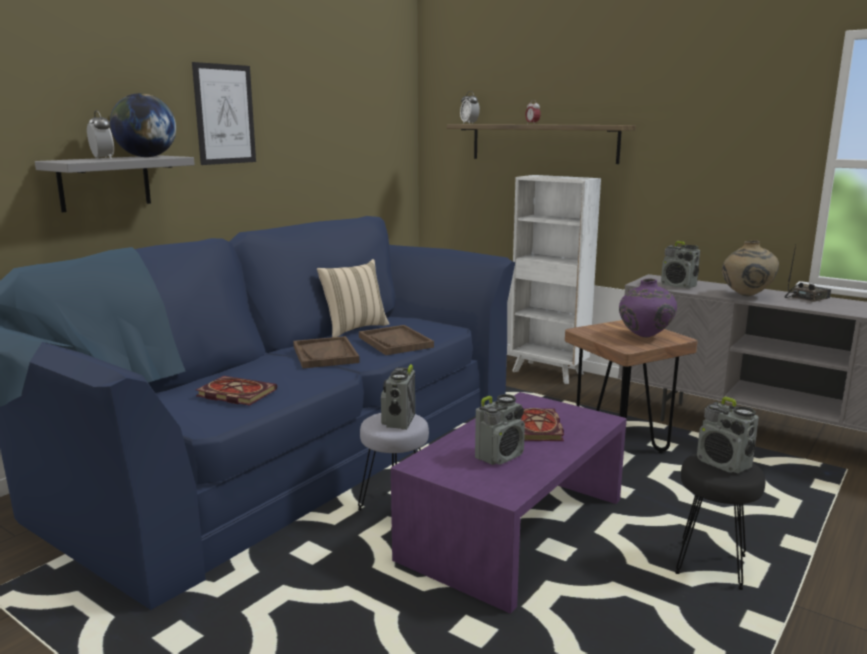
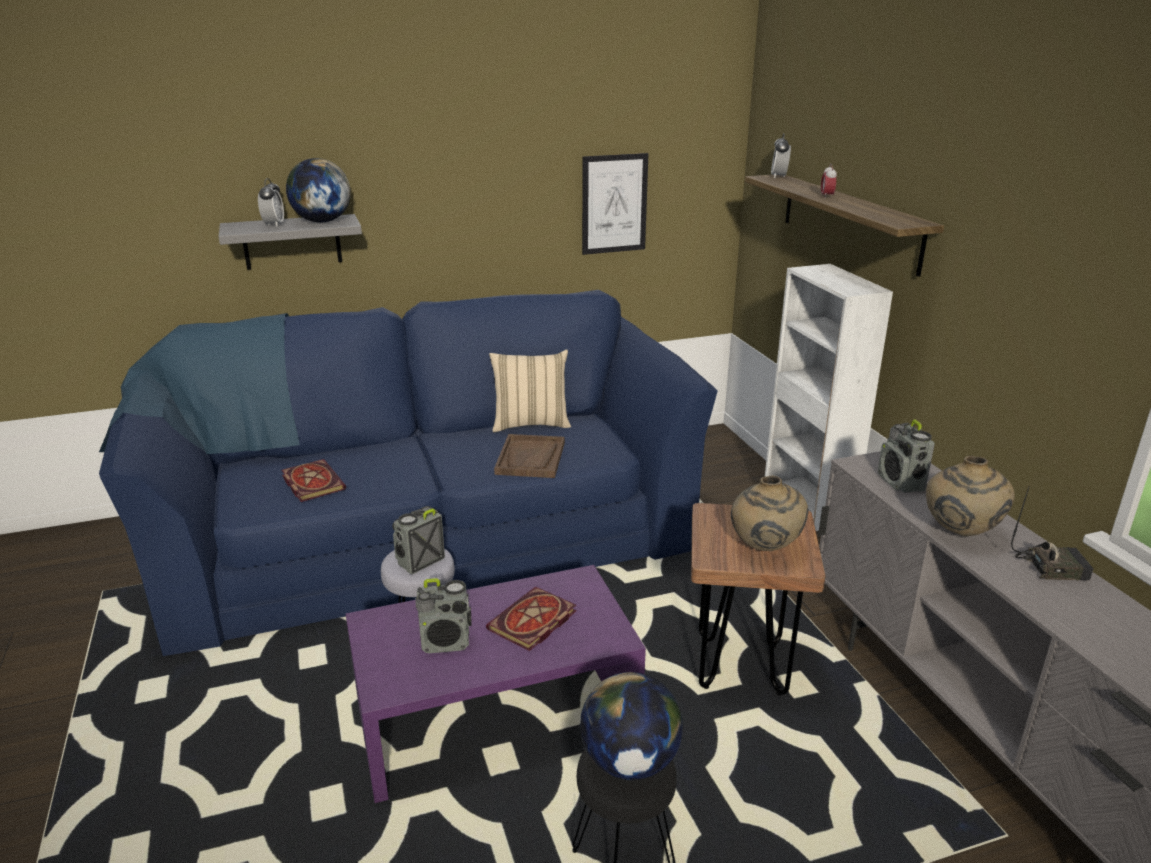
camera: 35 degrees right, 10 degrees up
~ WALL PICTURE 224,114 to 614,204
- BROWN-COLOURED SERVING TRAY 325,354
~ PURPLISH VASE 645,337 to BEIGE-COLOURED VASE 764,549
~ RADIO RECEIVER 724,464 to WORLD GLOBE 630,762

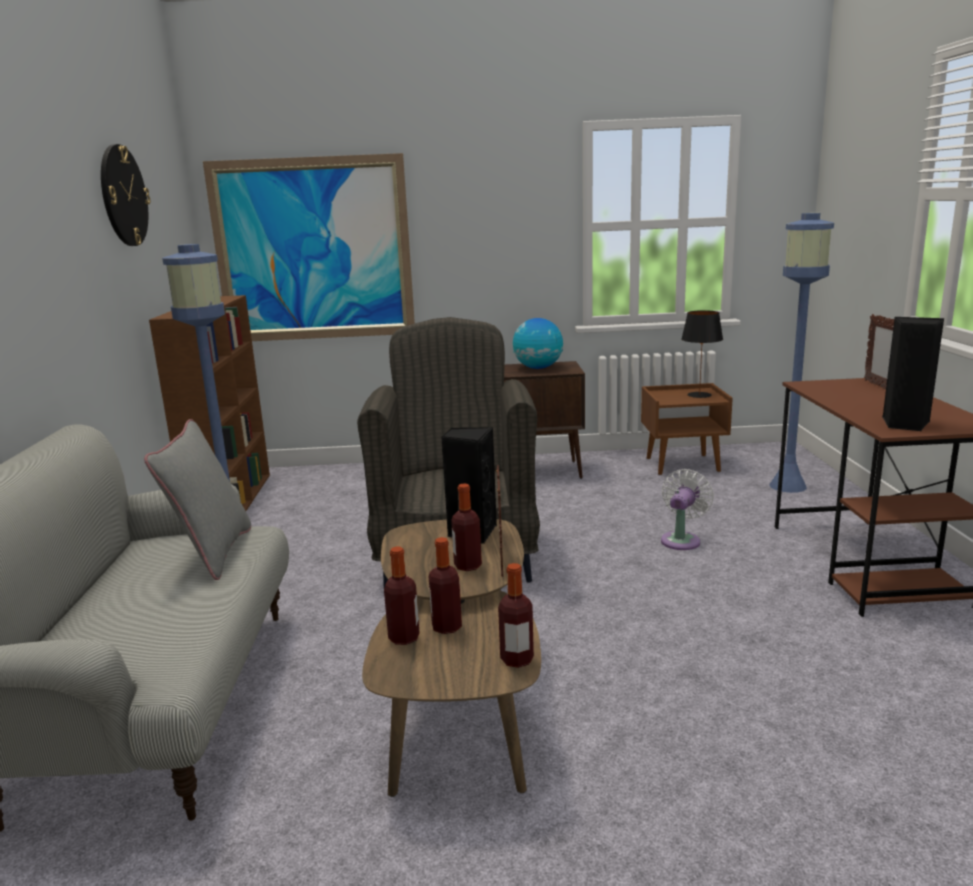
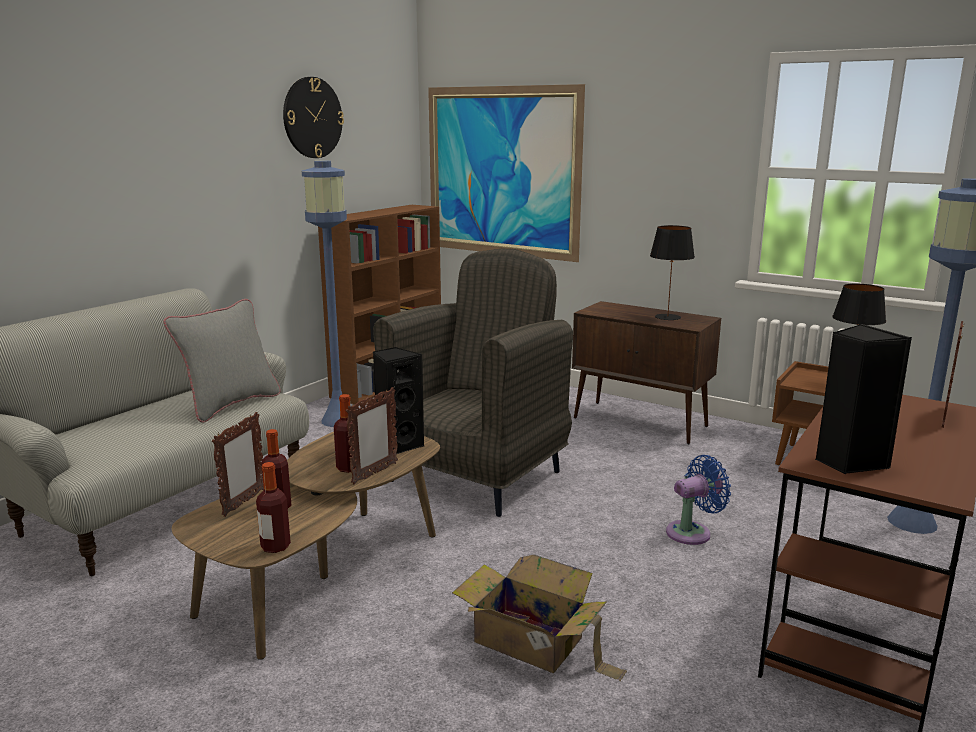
camera: 35 degrees right, 0 degrees up
~ BEVERAGE BOTTLE 404,638 to STANDING FRAME 244,503
~ WORLD GLOBE 538,368 to BLACK TABLE LAMP 667,317
~ WHITE-COLOURED FAN 682,540 to BLUE-COLOURED FAN 692,532
+ PACKING BOX 532,643

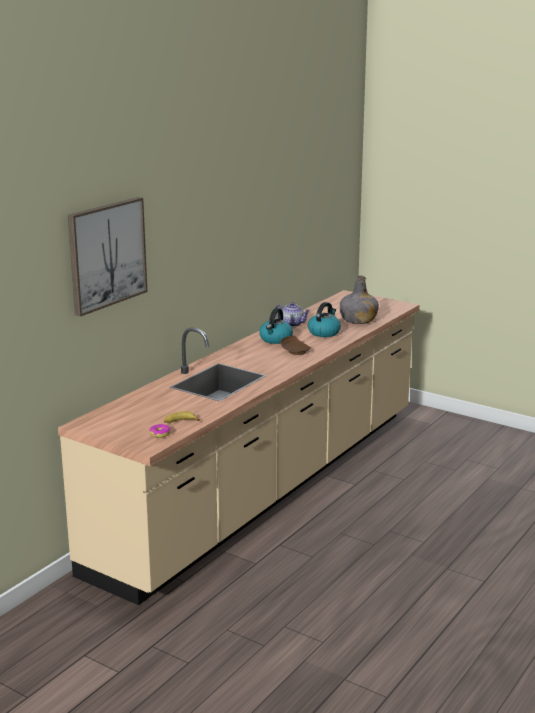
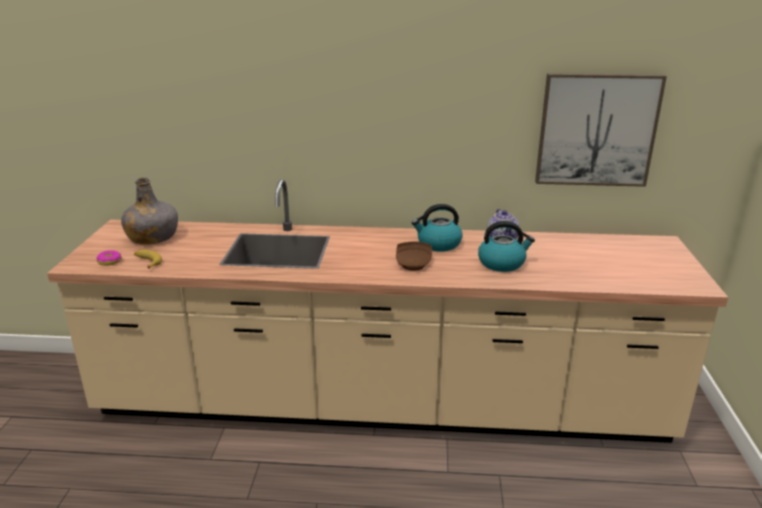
camera: 60 degrees right, 5 degrees up
~ WALL PICTURE 106,254 to 596,130
~ GRAY BEVERAGE BOTTLE 358,320 to 152,237

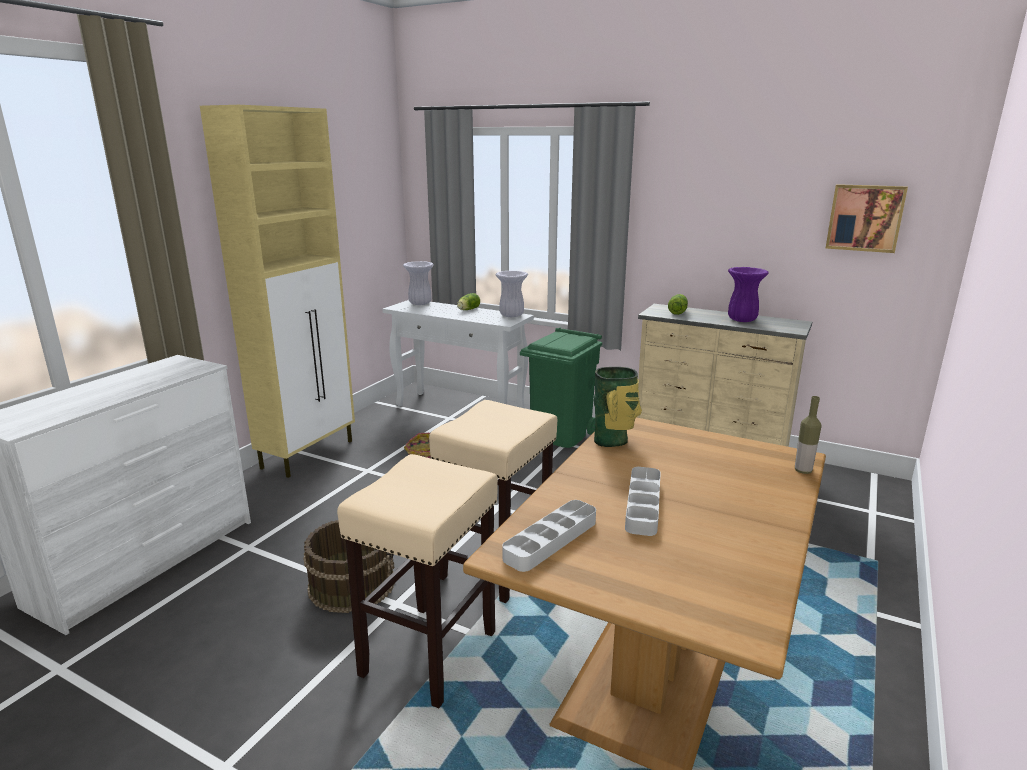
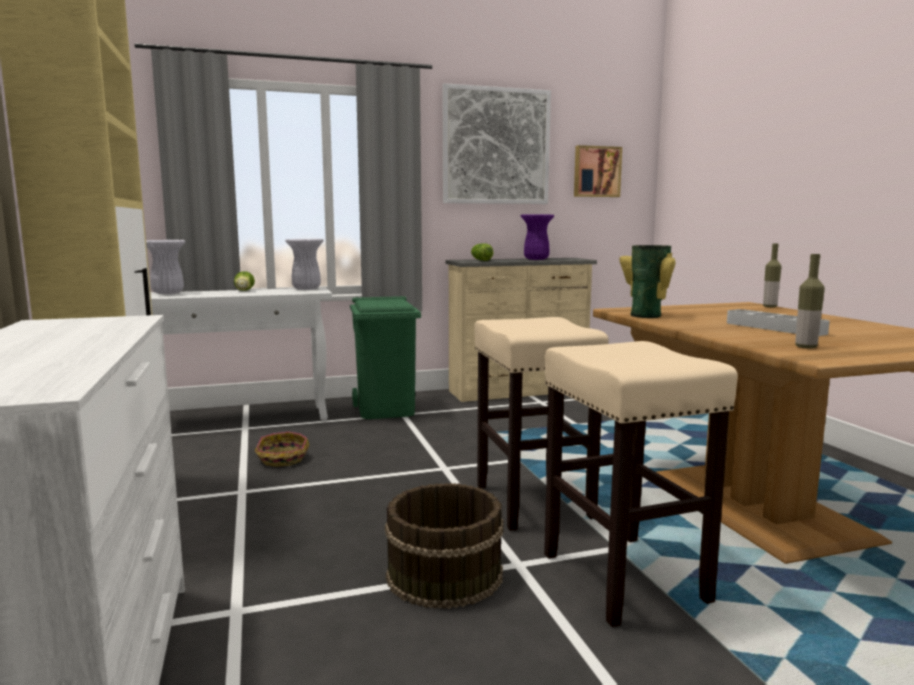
camera: 45 degrees left, 10 degrees down
~ GRAY SERVING TRAY 551,540 to BEVERAGE BOTTLE 806,347
+ WALL PICTURE 496,146

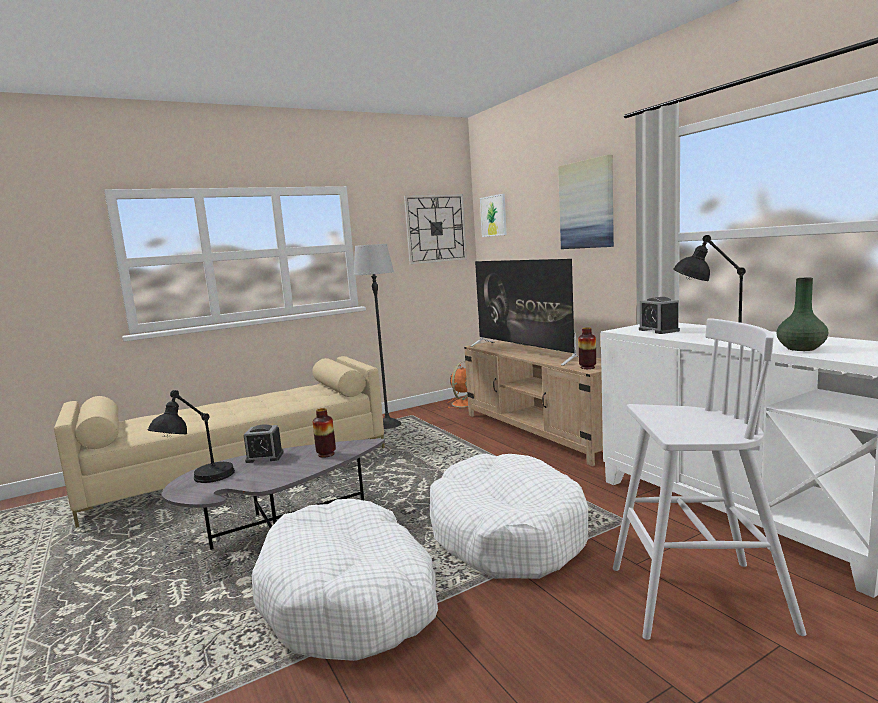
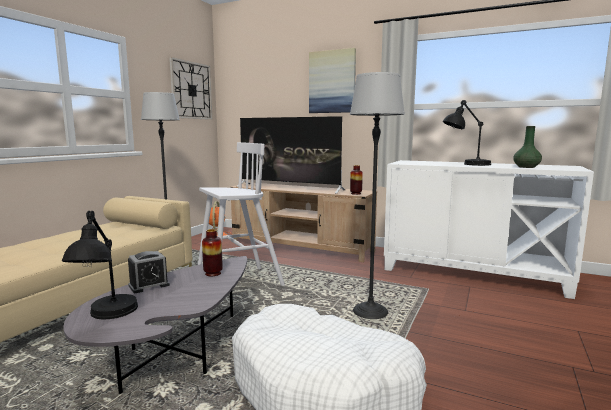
camera: 35 degrees left, 0 degrees up
~ WHITE-COLOURED PET BED 506,533 to FLOOR LAMP 370,311
- WALL PICTURE 494,216
~ WHITE-COLOURED STOOL 695,599 to 237,283
- TABLE CLOCK 658,330

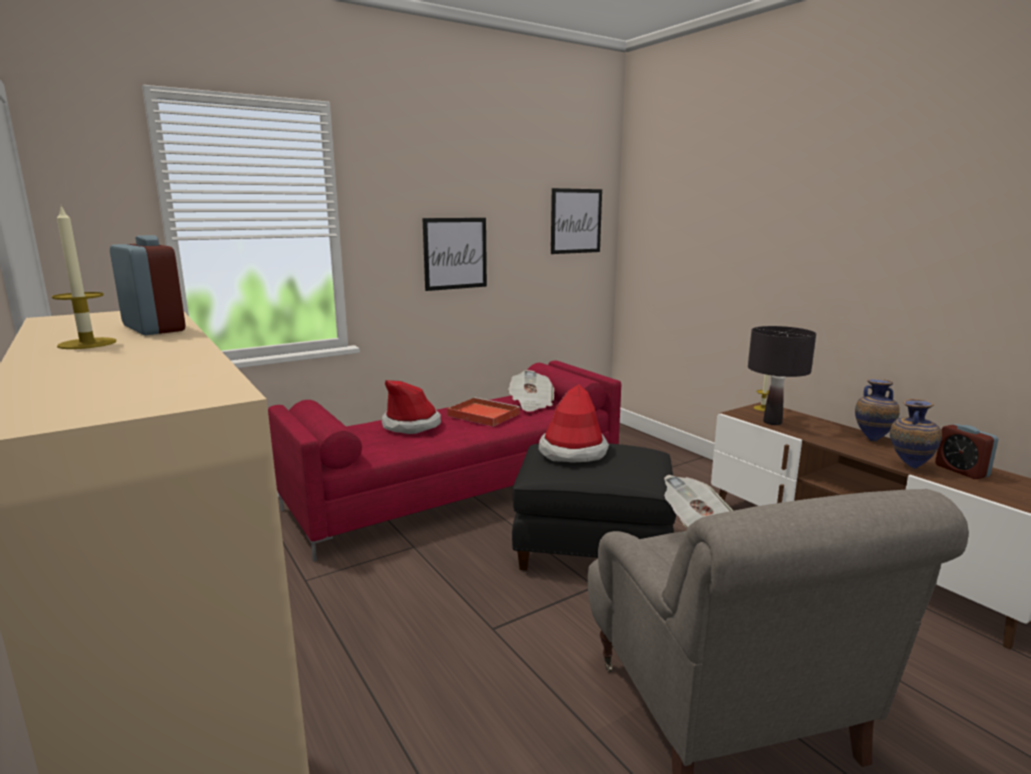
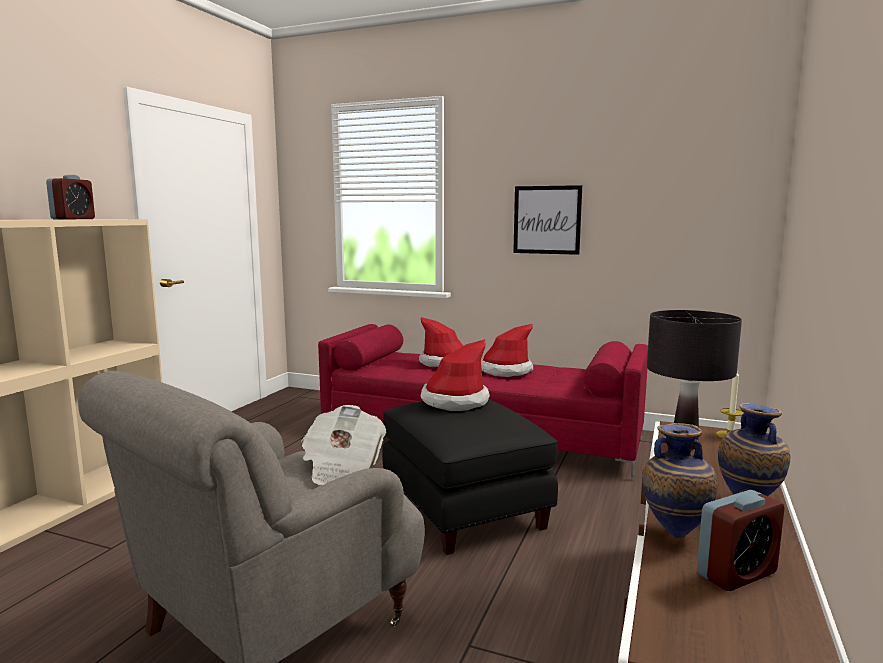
camera: 55 degrees right, 5 degrees down
- WAX LIGHT 87,343
~ RED SERVING TRAY 482,414 to WEARABLE HAT 505,370
- DAILY PAPER 531,404
- WALL PICTURE 576,221
~ TABLE CLOCK 961,471 = 736,574 150 degrees counterclockwise

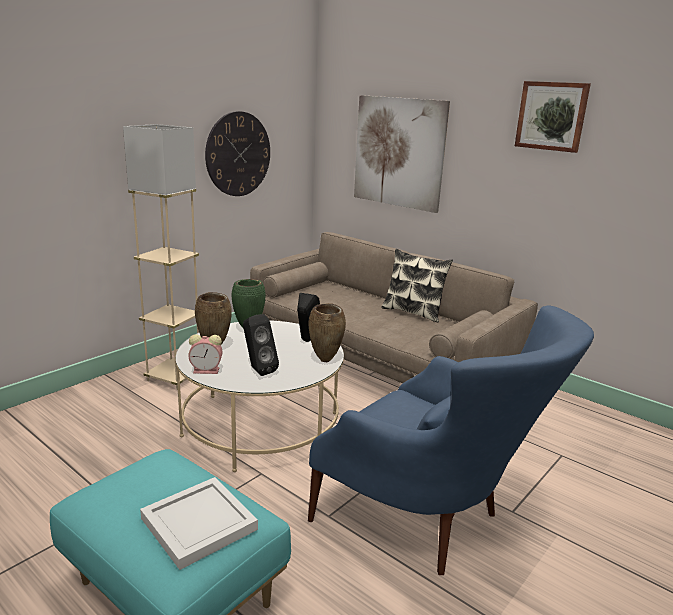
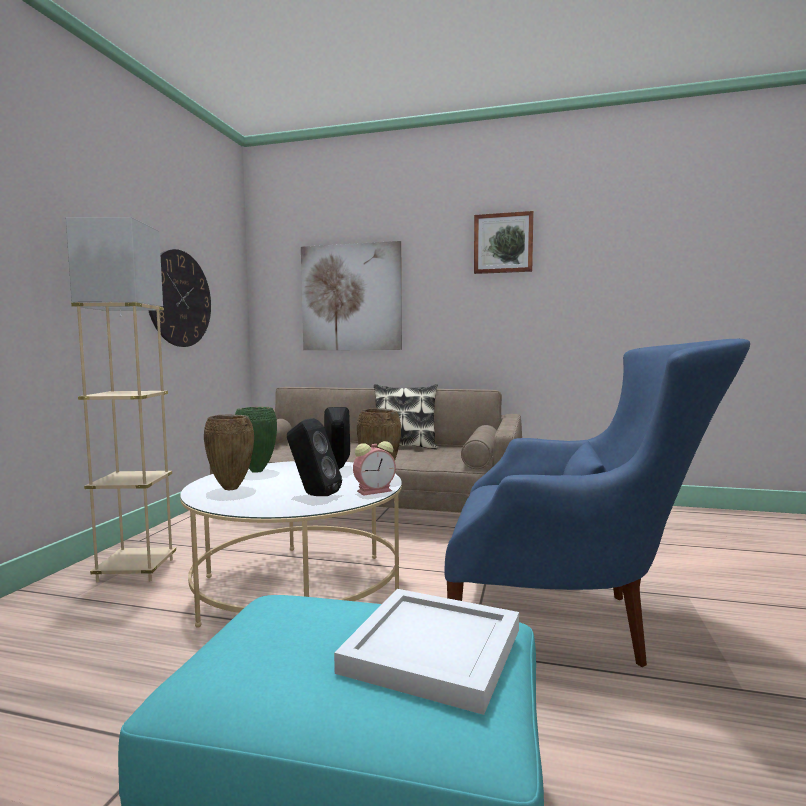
camera: 25 degrees left, 15 degrees down
~ TABLE CLOCK 207,370 to 375,491

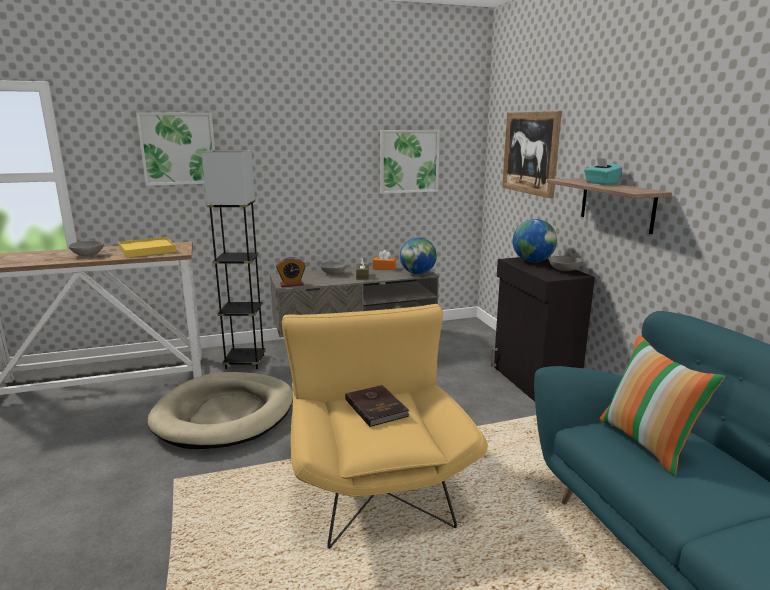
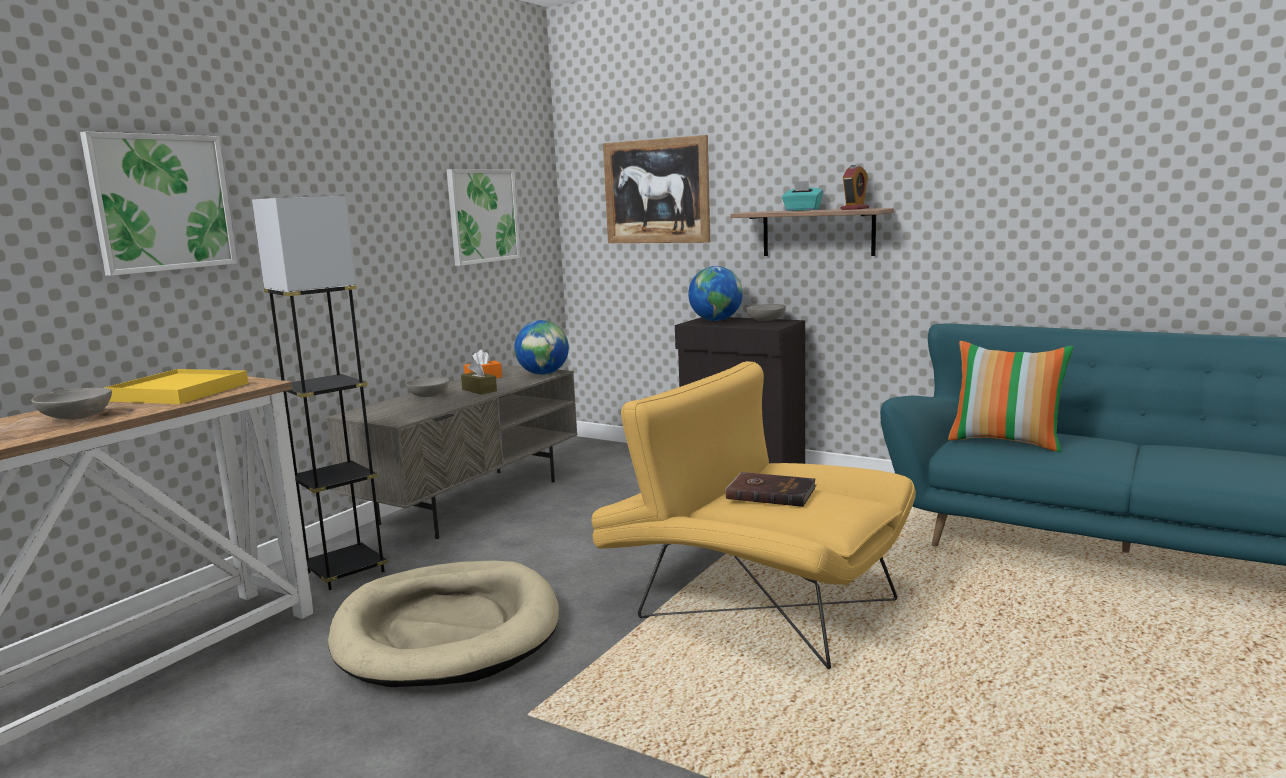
camera: 40 degrees left, 5 degrees down
~ TABLE CLOCK 291,284 to 855,209

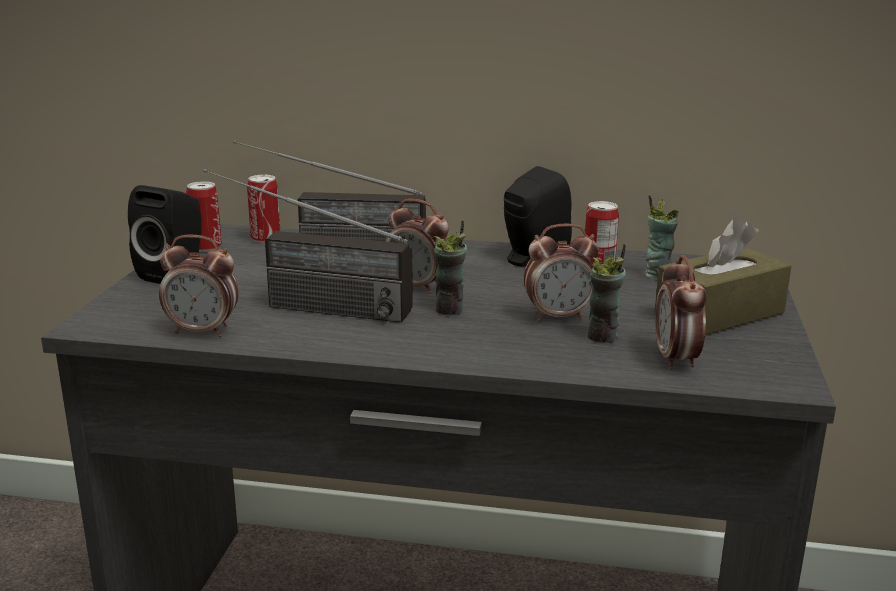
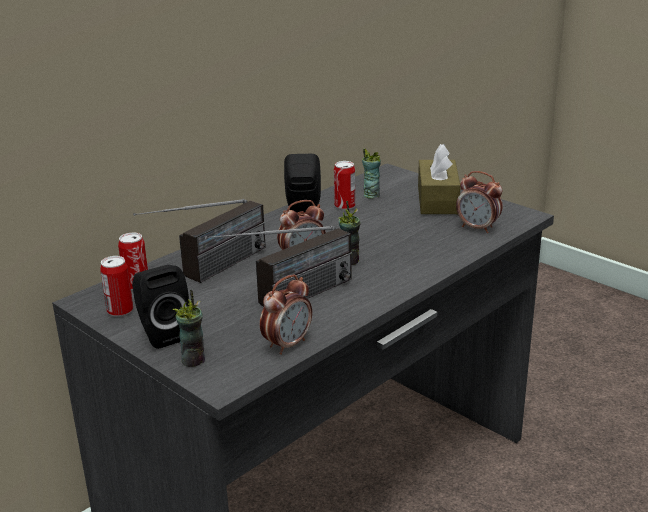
camera: 55 degrees left, 5 degrees up
- TABLE CLOCK 558,317
~ SMALL CUP 603,337 to 194,360

